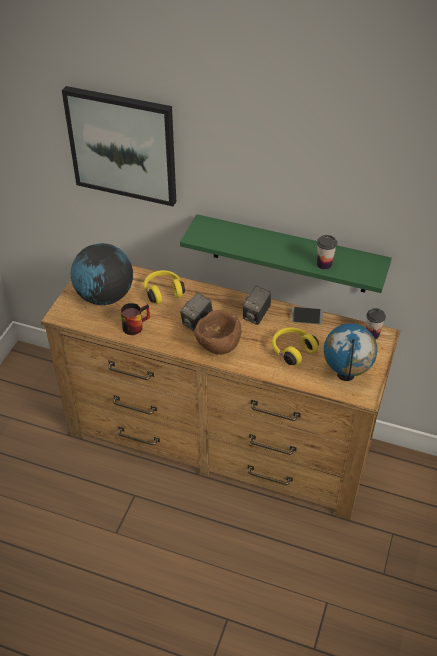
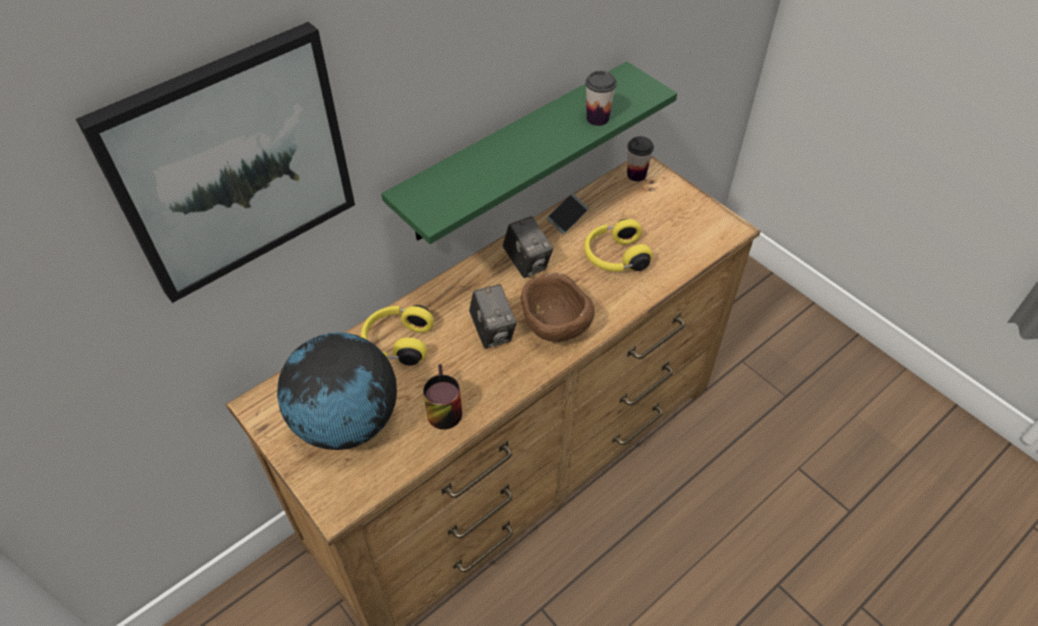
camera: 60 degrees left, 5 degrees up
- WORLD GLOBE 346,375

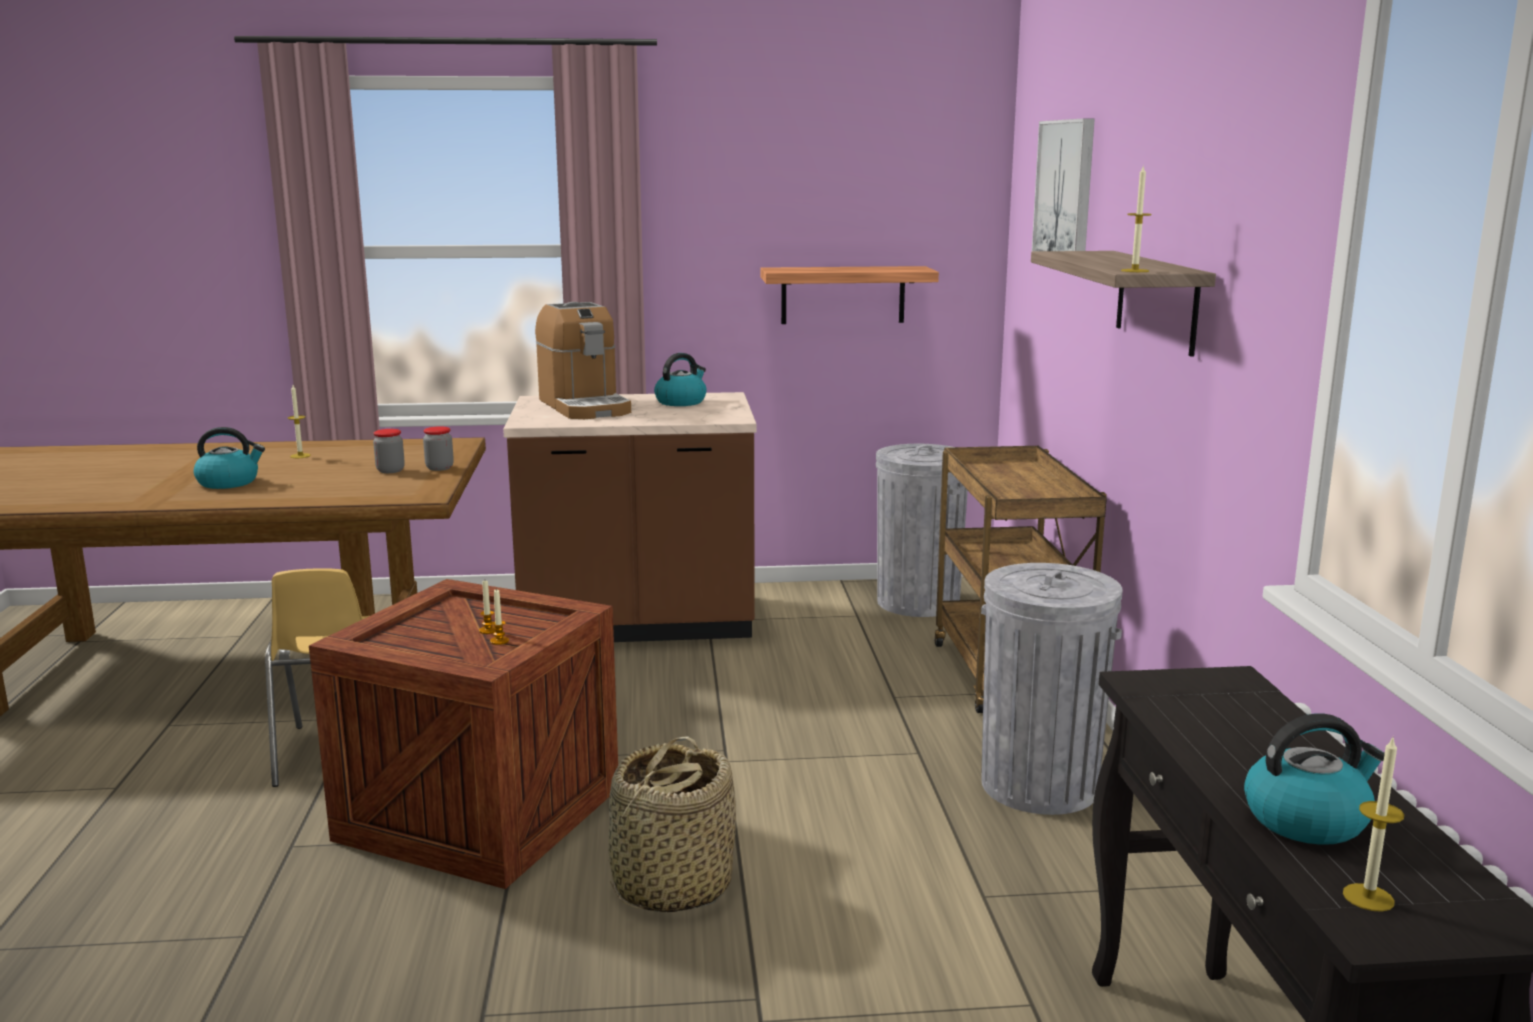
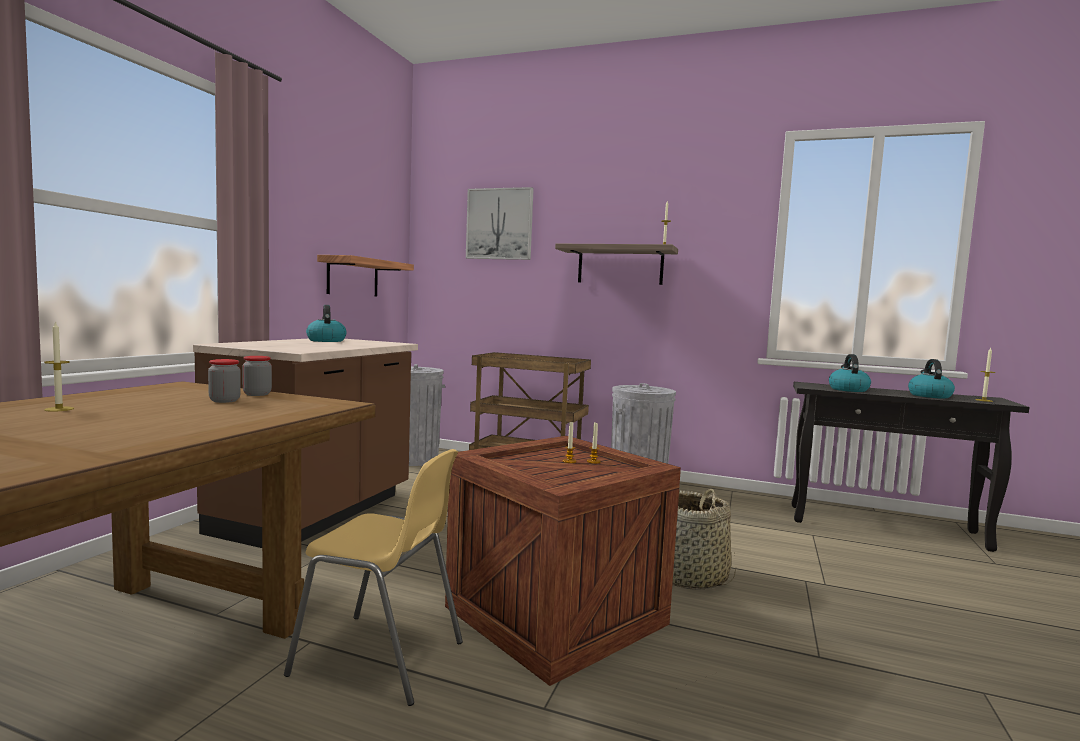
camera: 65 degrees left, 10 degrees down
~ TEA KETTLE 229,482 to 848,389
- COFFEE MAKER 584,406

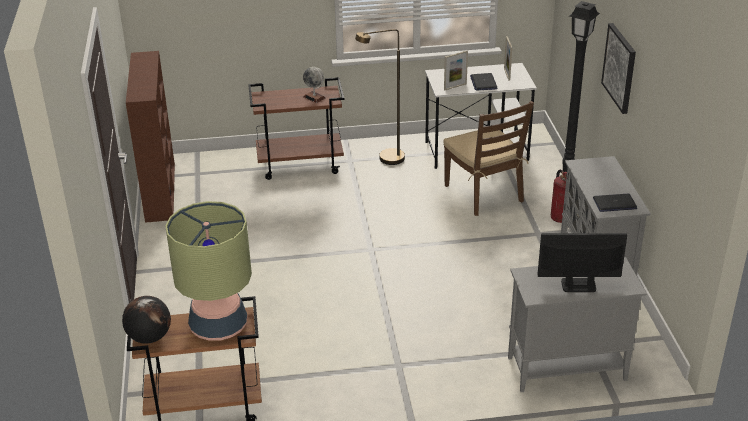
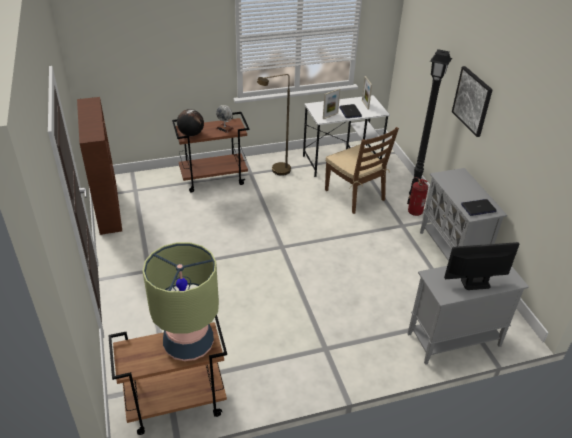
camera: 10 degrees left, 5 degrees up
~ WORLD GLOBE 149,337 to 191,134

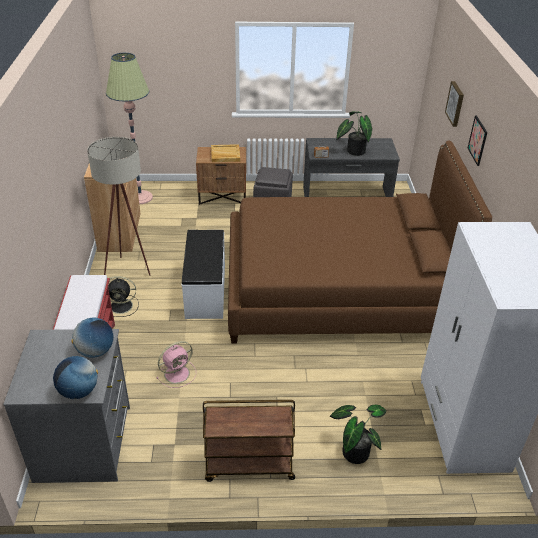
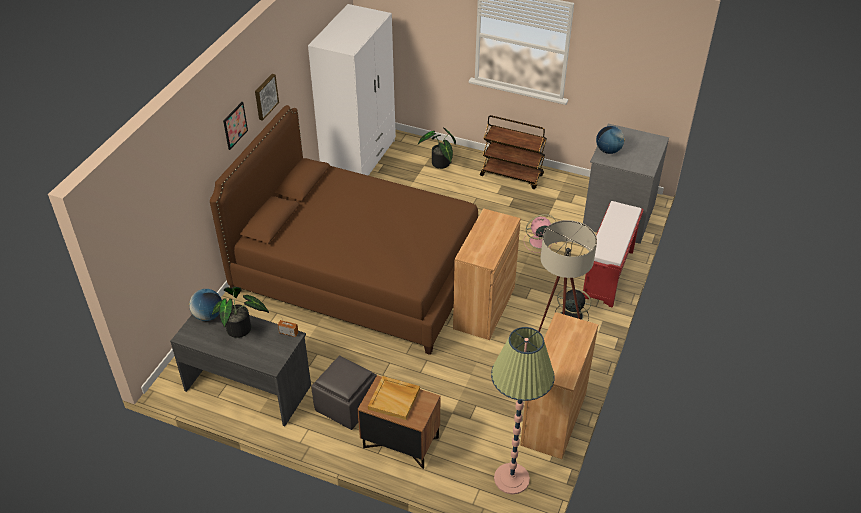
camera: 155 degrees left, 5 degrees up
~ WORLD GLOBE 79,391 to 208,315
~ WHITE-COLOURED INDOOR BENCH 206,290 to BROWN-COLOURED CUPBOARD 484,308
~ WALL PICTURE 456,103 to 265,96

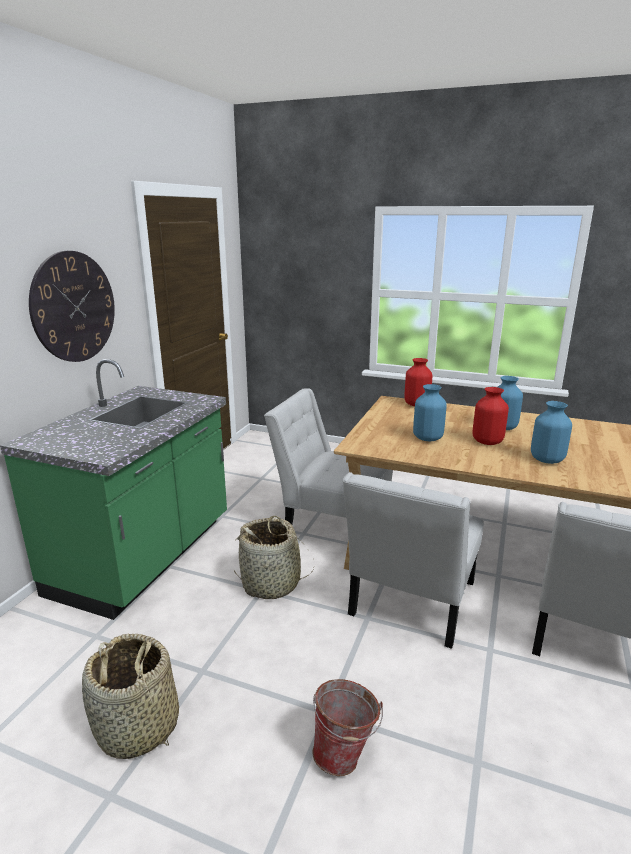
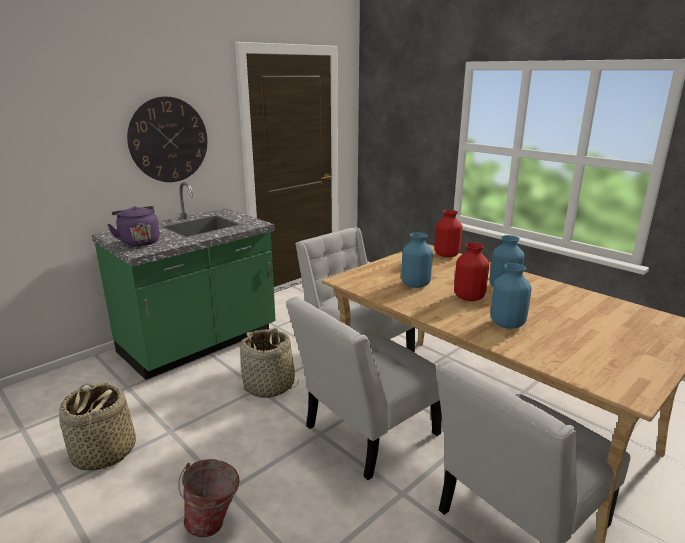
camera: 25 degrees right, 0 degrees up
+ PURPLISH TEA KETTLE 139,242

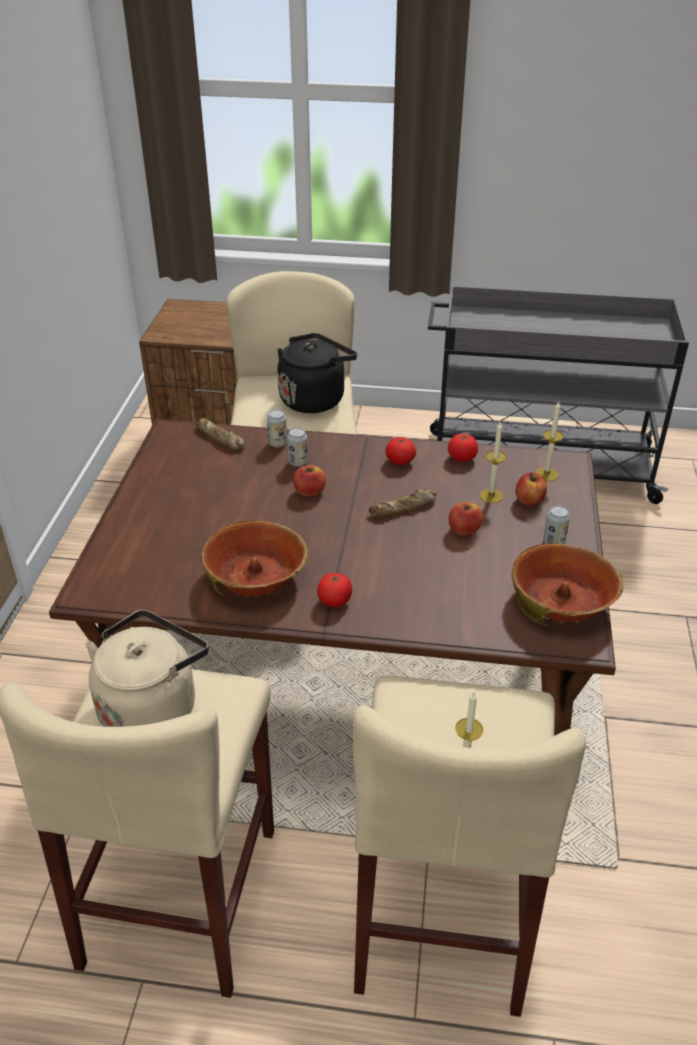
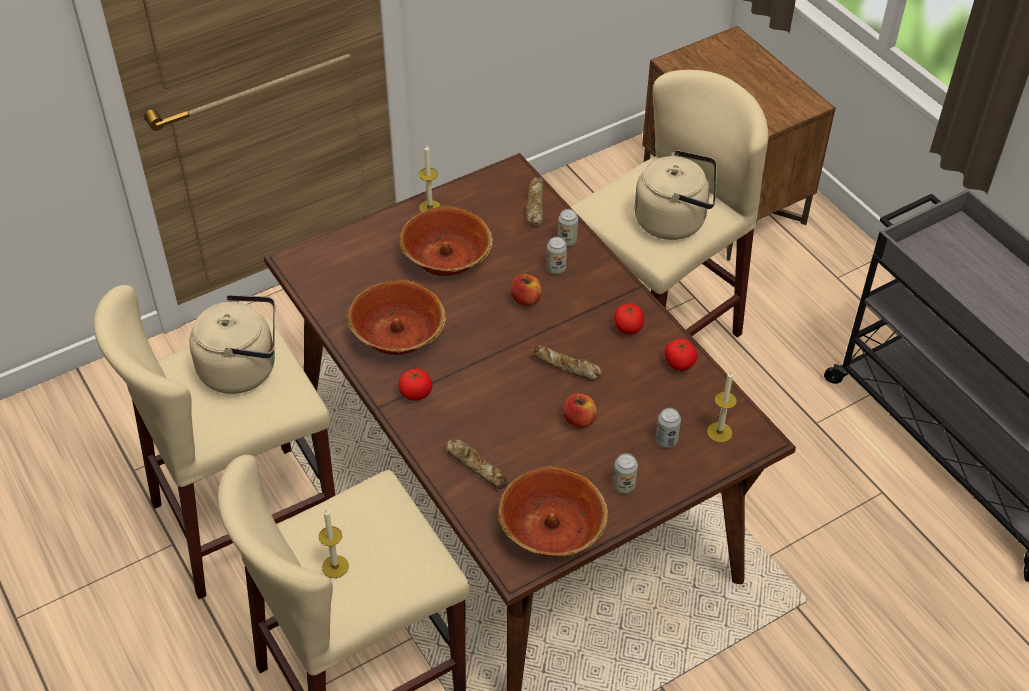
camera: 50 degrees right, 10 degrees up
~ BLACK TEA KETTLE 314,399 to BEIGE-COLOURED TEA KETTLE 674,220
~ WAX LIGHT 491,496 to 430,207
~ WHOLE APPLE 529,500 to SEALED CAN 666,440
+ BOWL 446,258
+ BREAD 477,466

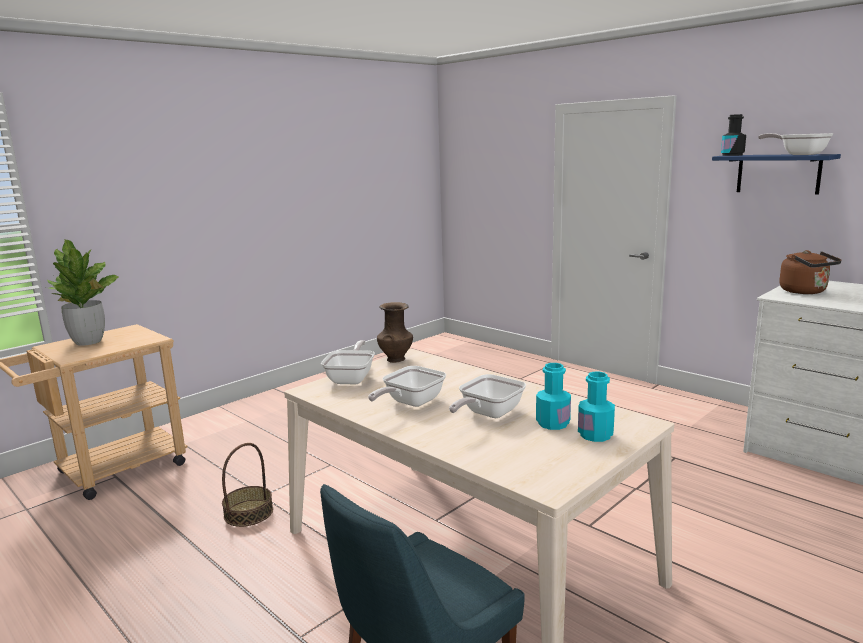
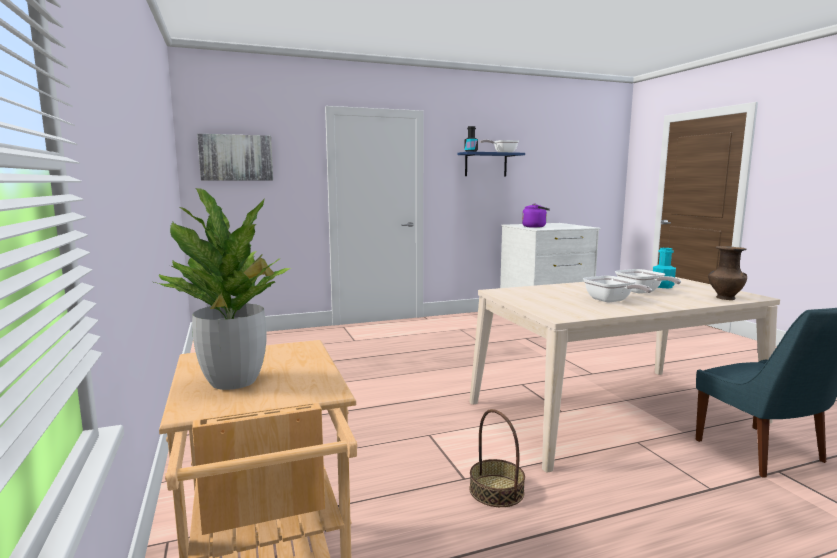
camera: 65 degrees left, 5 degrees down
- SKILLET 352,378
~ BROWN-COLOURED VASE 396,359 to 724,298
- TURQUOISE-COLOURED BEVERAGE BOTTLE 595,435
~ BROWN-COLOURED TEA KETTLE 805,292 to PURPLISH TEA KETTLE 535,227
+ WALL PICTURE 236,157

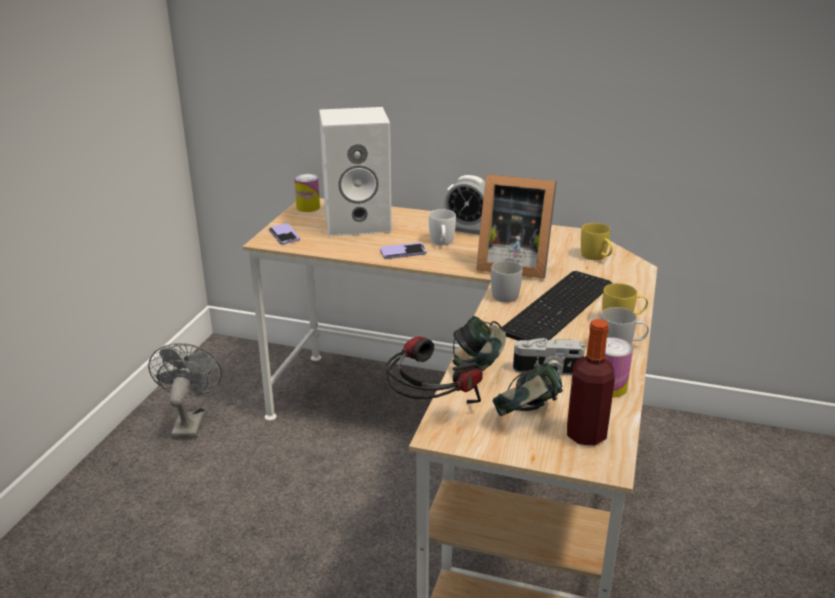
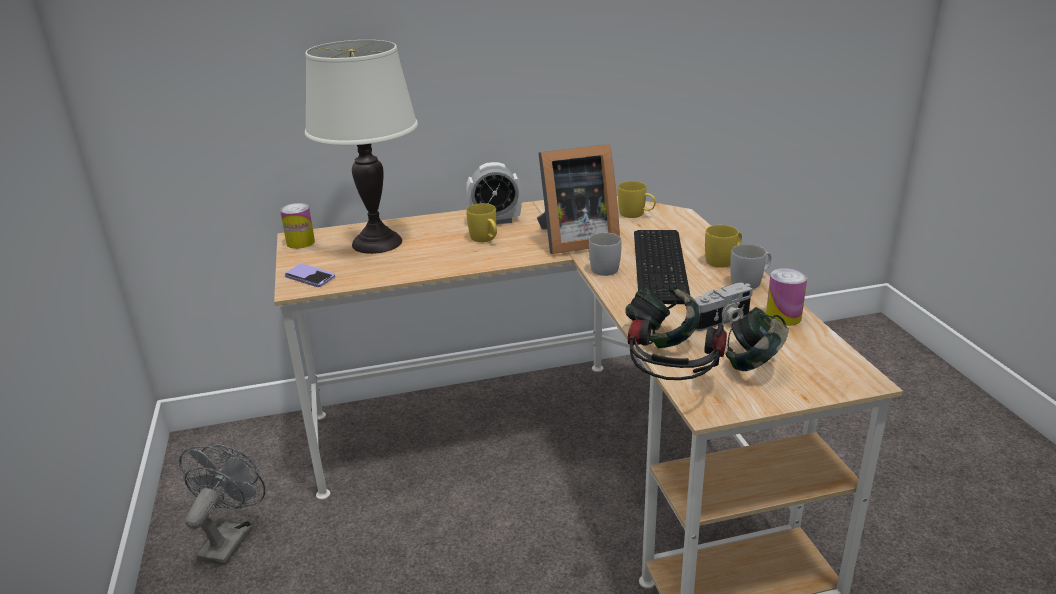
camera: 30 degrees left, 0 degrees up
~ GRAY FAN 189,422 = 230,538 45 degrees clockwise
~ WHITE-COLOURED AUDIO SPEAKER 359,222 to WHITE-COLOURED TABLE LAMP 377,243
- PHONE 403,252
~ WHITE-COLOURED TEA MUG 442,243 to YELLOW-COLOURED TEA MUG 485,239
- BEVERAGE BOTTLE 586,435

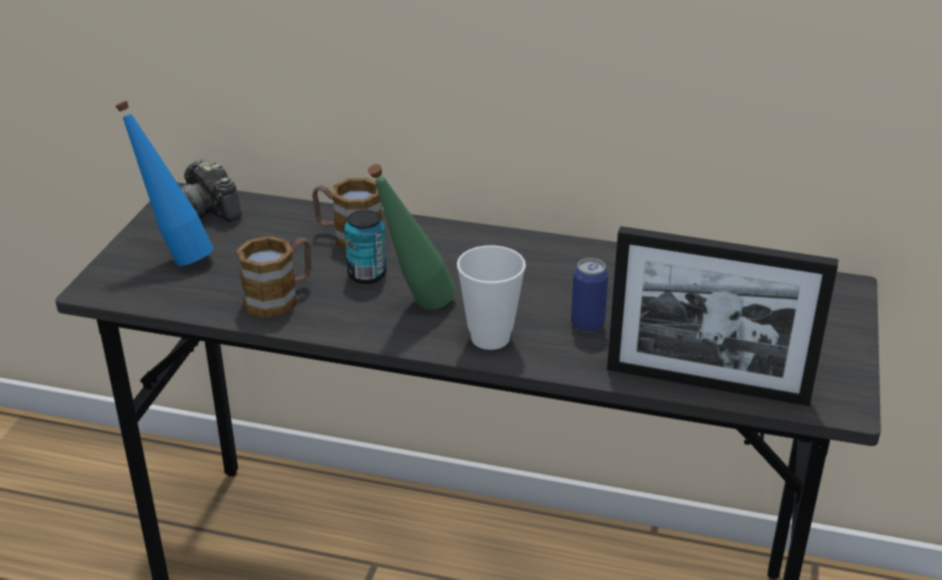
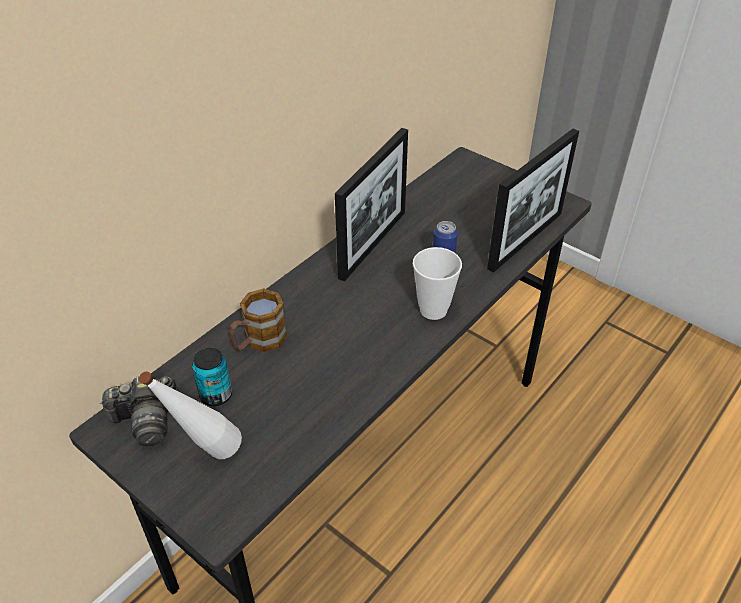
camera: 65 degrees left, 10 degrees up
~ BLUE-COLOURED BEVERAGE BOTTLE 176,256 to WHITE-COLOURED BEVERAGE BOTTLE 206,457
- TEA MUG 280,297
~ SEALED CAN 367,275 to 216,395
- GREENISH BEVERAGE BOTTLE 415,308
+ STANDING FRAME 373,244

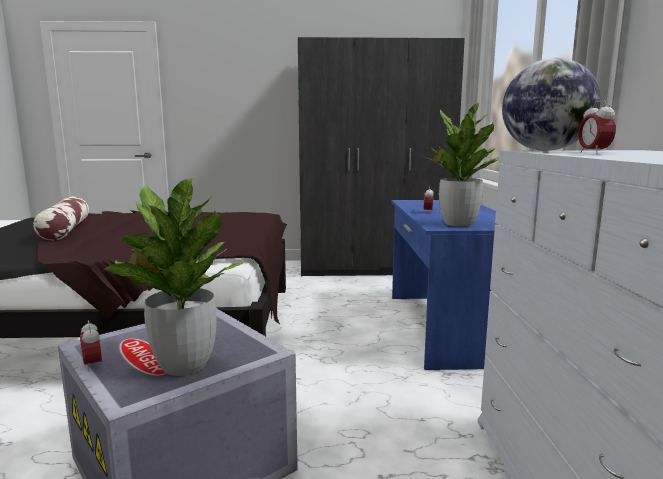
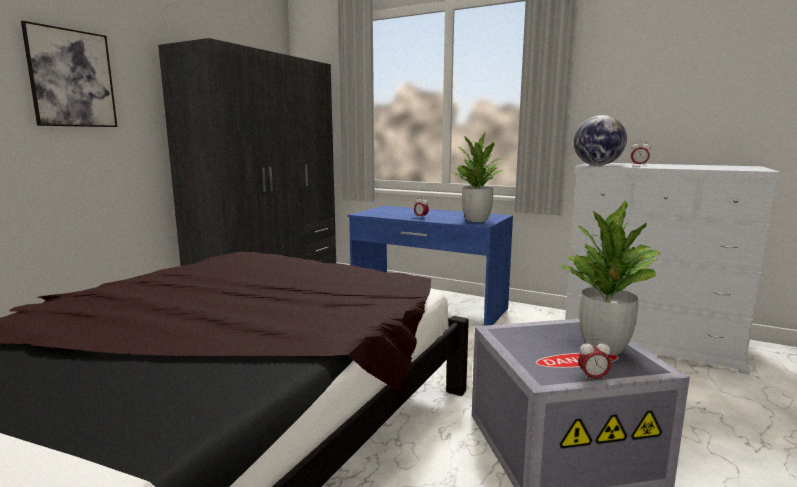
camera: 60 degrees left, 0 degrees up
- PILLOW 65,230
+ WALL PICTURE 72,78

